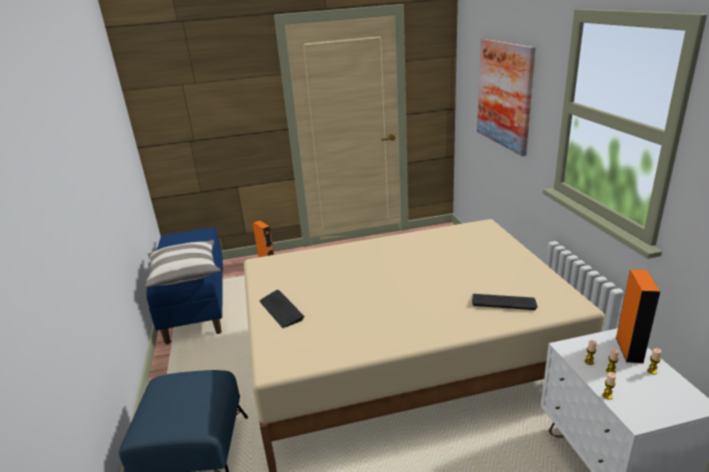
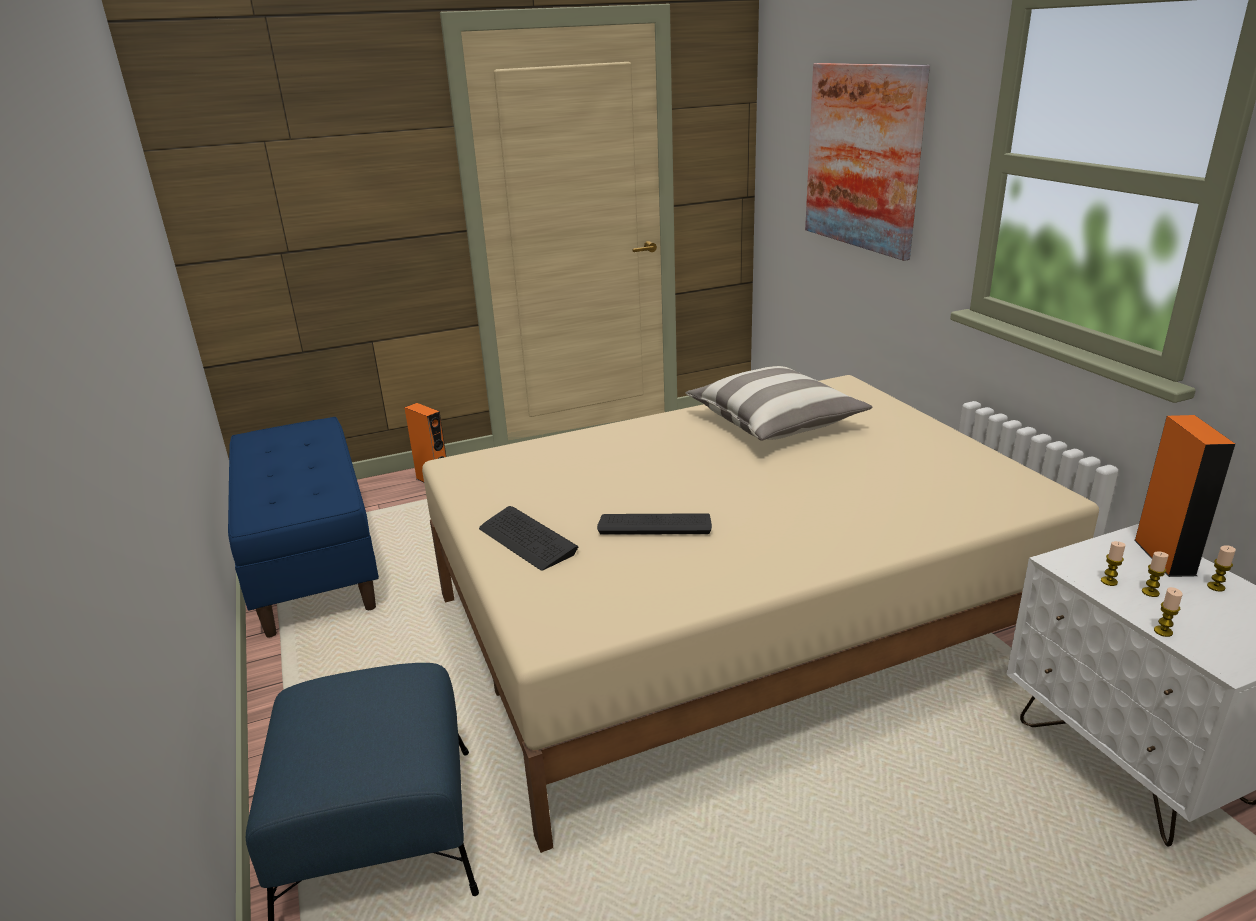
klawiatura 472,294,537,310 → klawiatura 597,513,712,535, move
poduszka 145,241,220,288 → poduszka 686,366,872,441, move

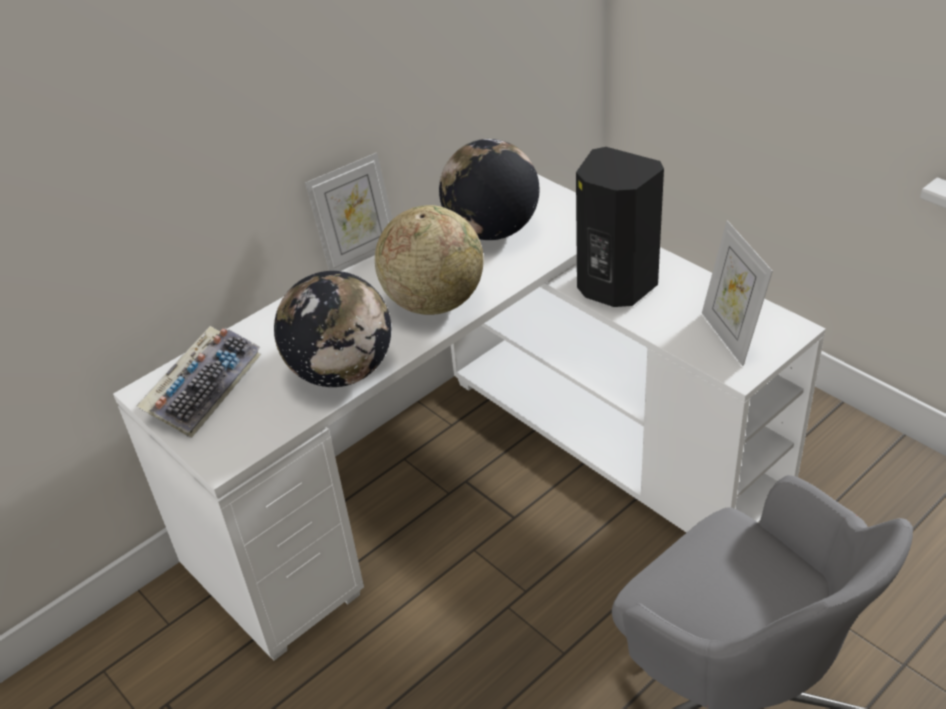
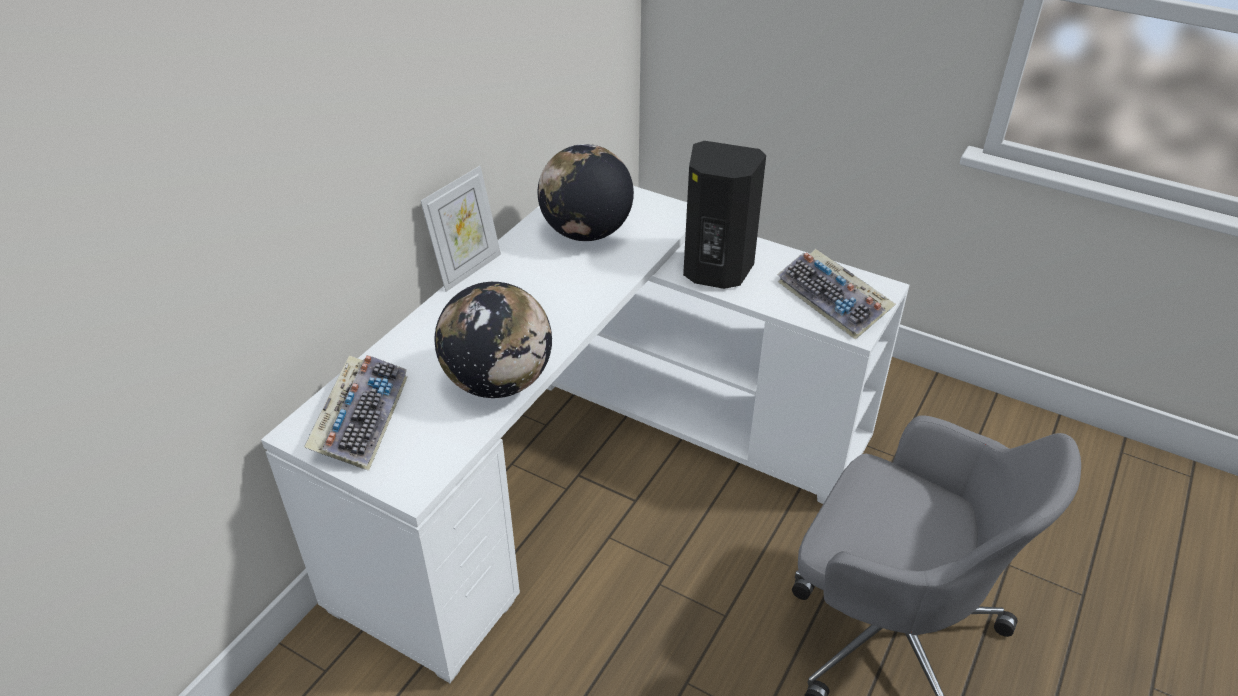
ramka na zdjęcie 702,220,773,366 → klawiatura 777,249,896,340
globus 375,205,484,315 → -

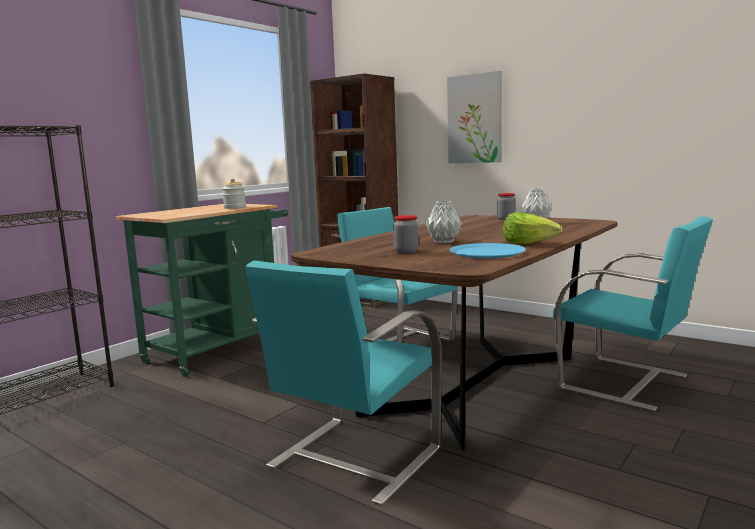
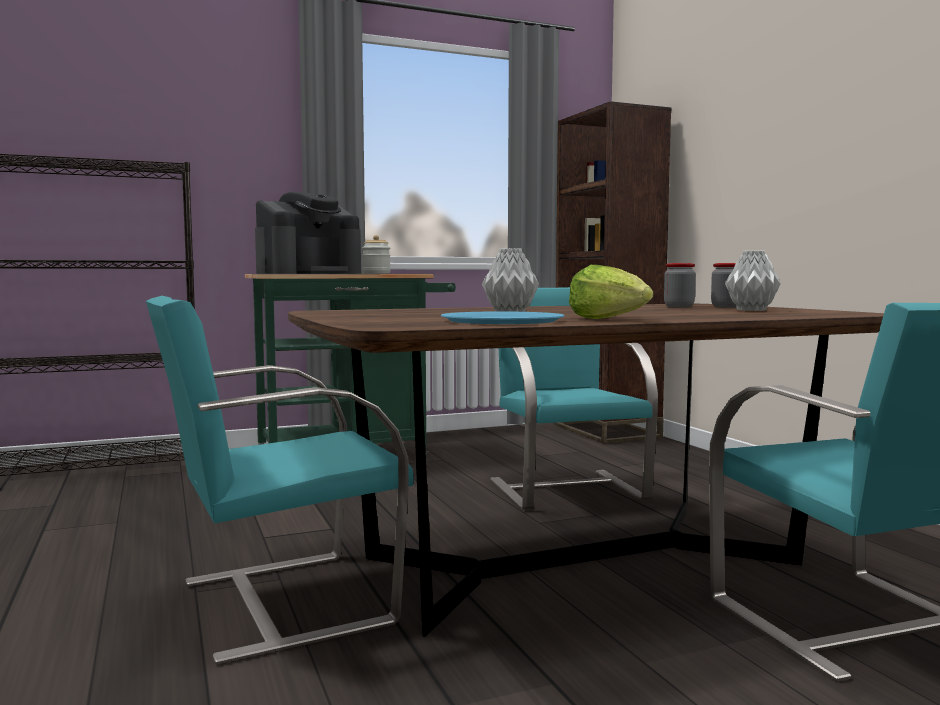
- → ekspres do kawy 255,192,361,274
słoik 393,215,419,254 → słoik 664,263,696,307, move
obraz 447,71,502,163 → -

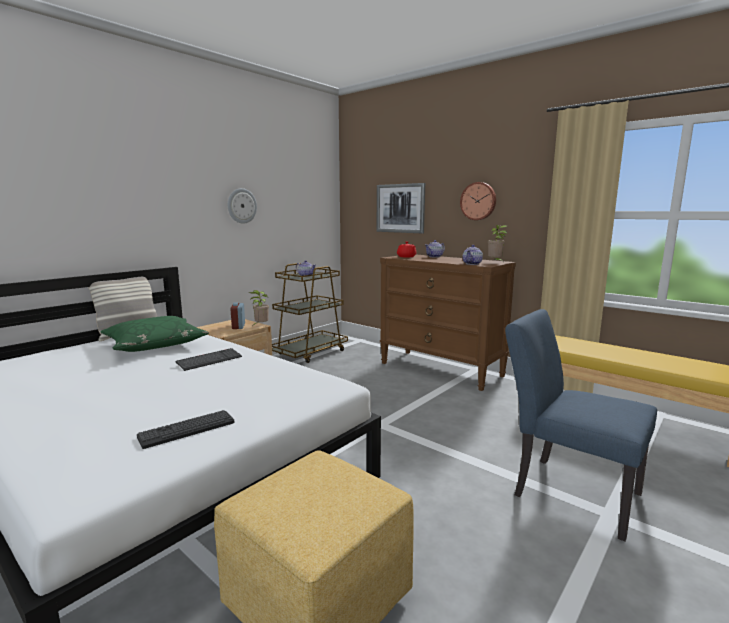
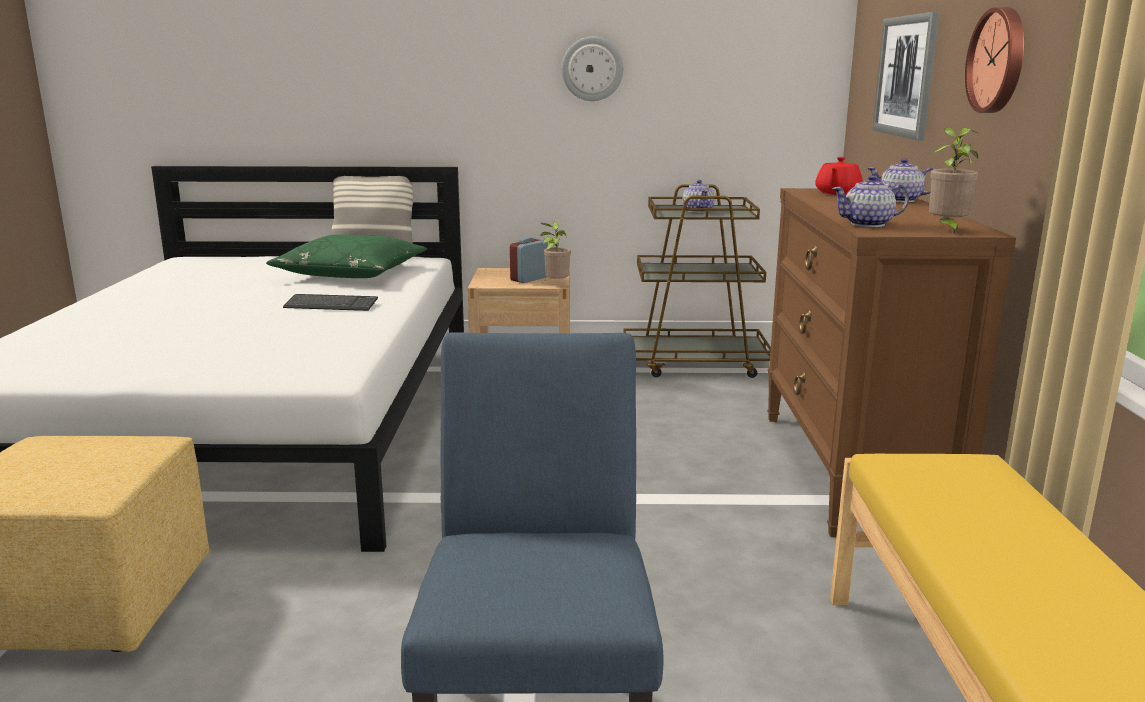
klawiatura 137,410,234,449 → -

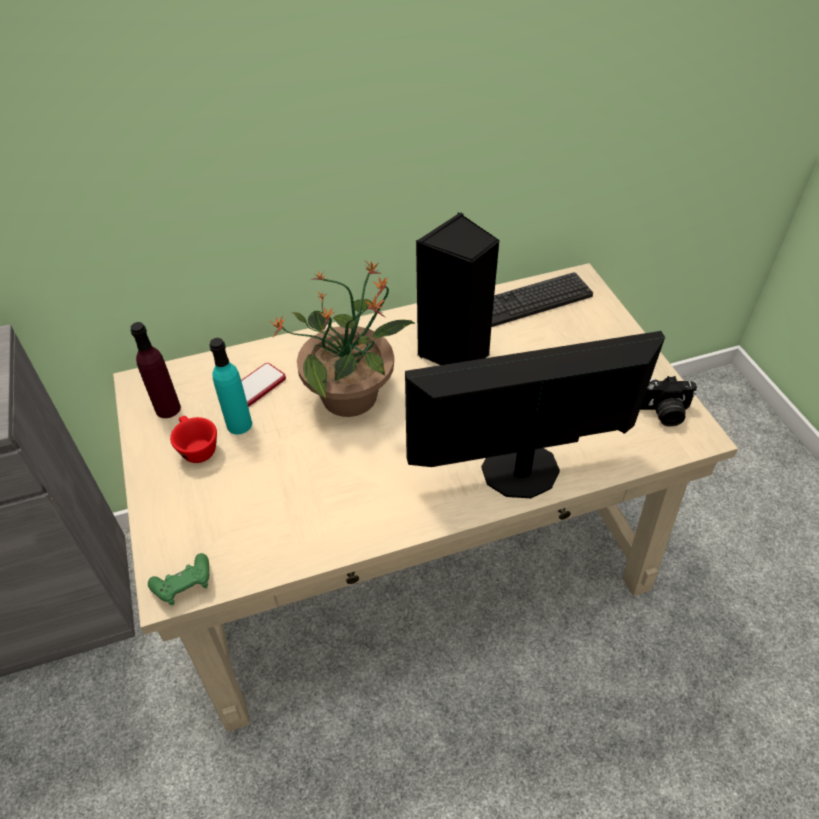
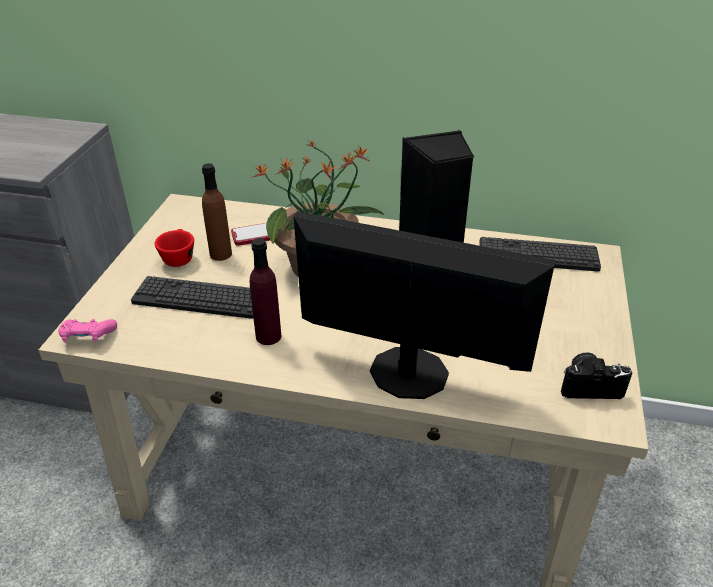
pad do gier (zielony) 148,553,209,605 → pad do gier (różowy) 58,319,117,342
- → klawiatura 131,276,253,319
butelka (turkusowy) 210,338,252,434 → butelka (brązowy) 202,163,232,261
butelka (fioletowy) 130,322,181,418 → butelka (fioletowy) 250,238,281,345, move
aparat fotograficzny 640,376,697,427 → aparat fotograficzny 561,353,632,399, 150 degrees clockwise

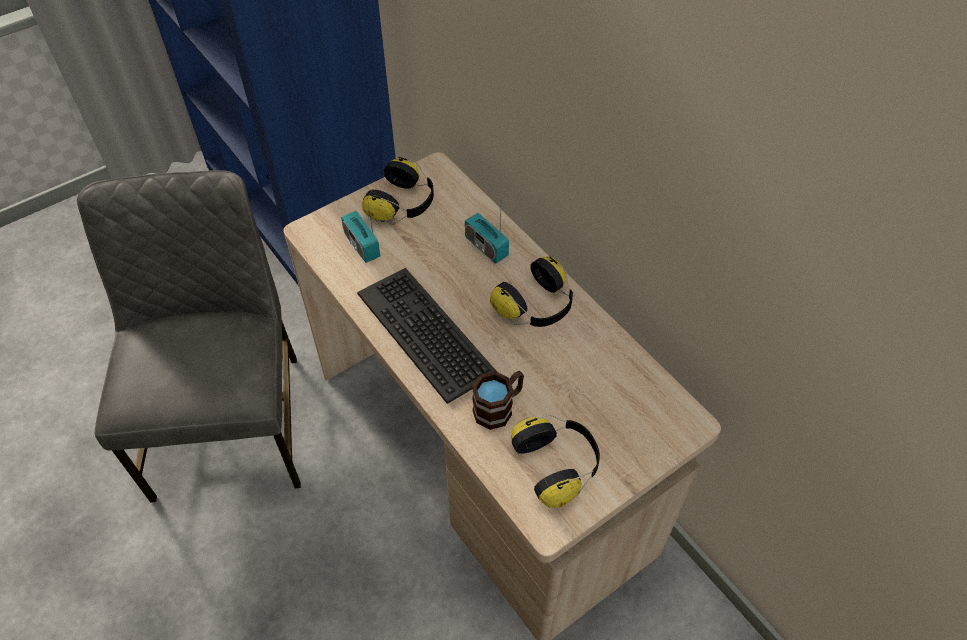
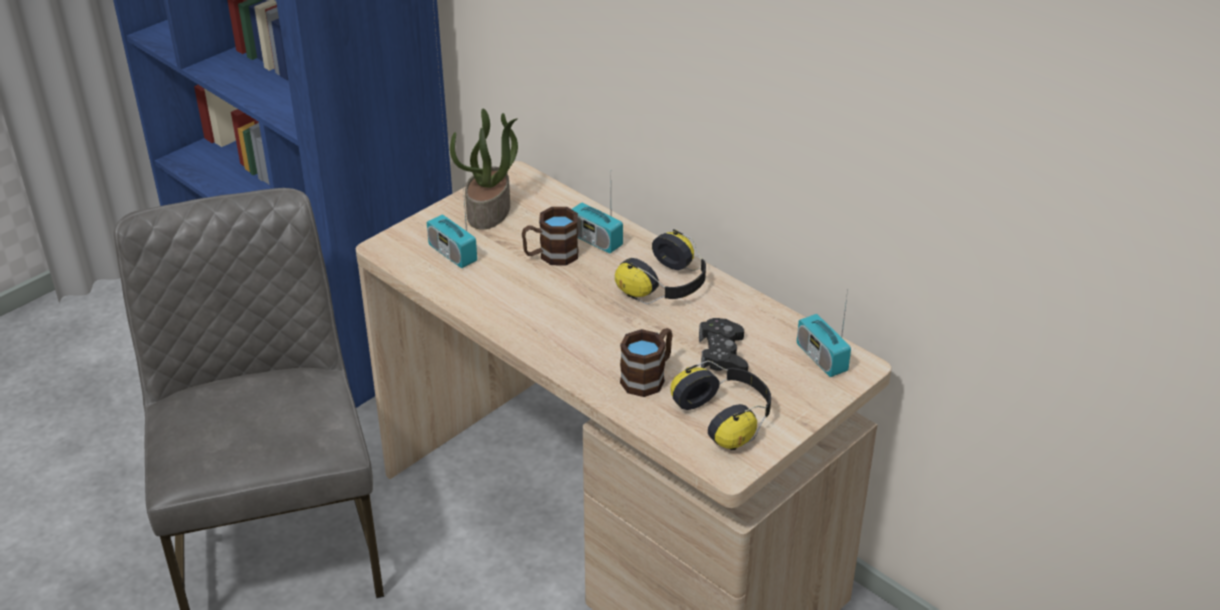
słuchawki 362,157,434,224 → roślina doniczkowa 450,109,518,230
- → kubek (brązowy) 522,207,579,266
- → pad do gier (czarny) 699,318,748,371
- → radio 797,290,851,377
klawiatura 357,268,497,404 → -

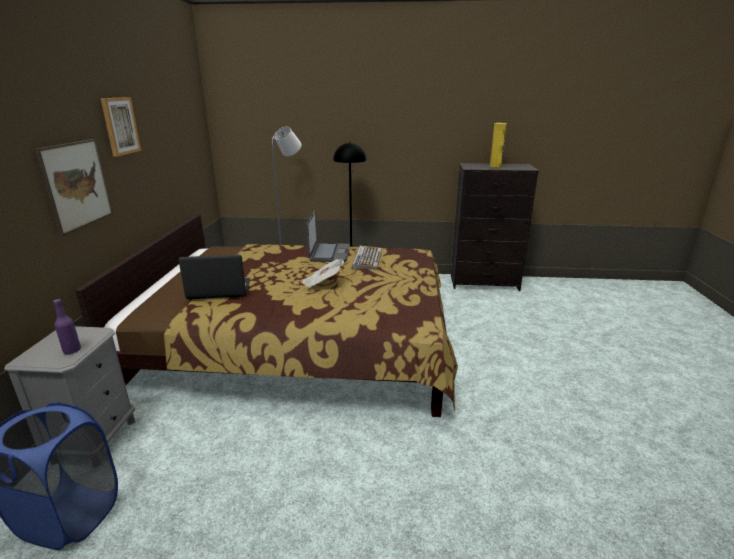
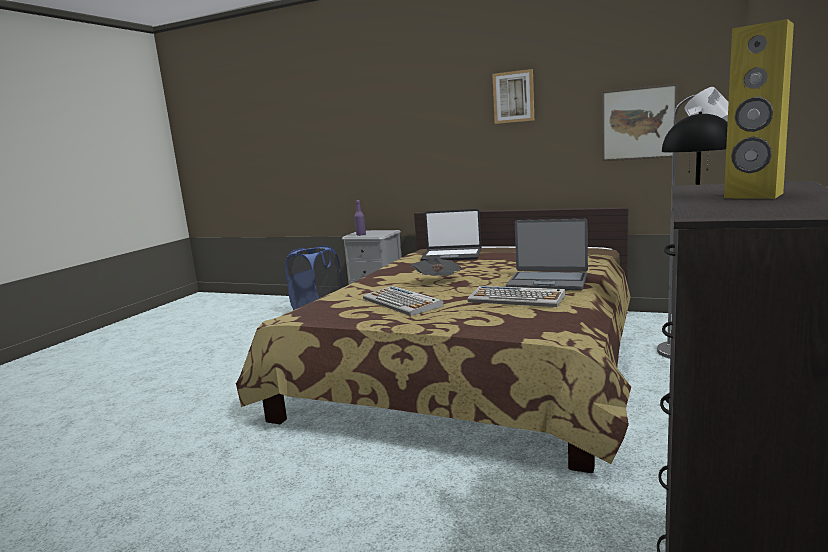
- → klawiatura 363,286,443,316
laptop 179,255,251,299 → laptop 420,209,481,261, 90 degrees clockwise
obraz 35,139,113,236 → obraz 602,84,677,161, move

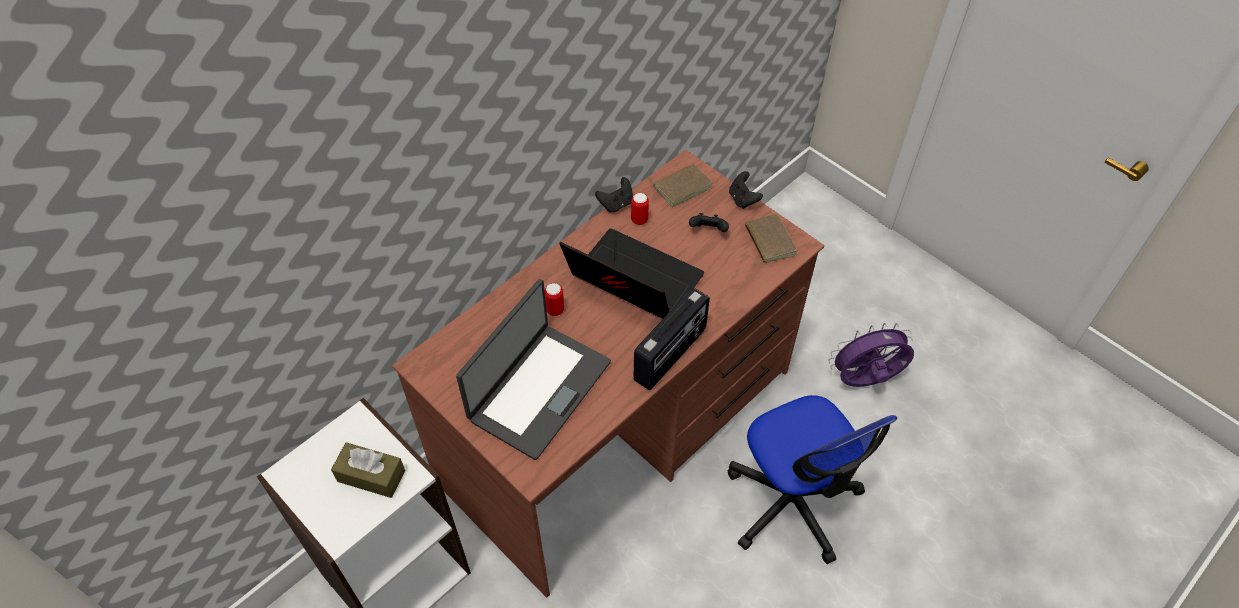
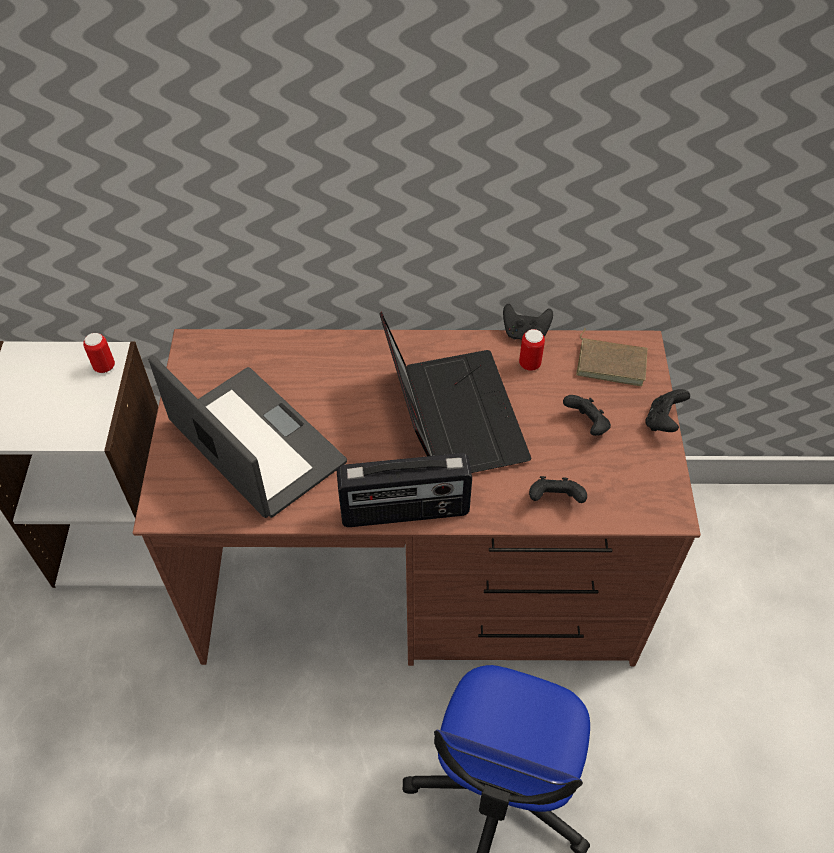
puszka 545,283,564,316 → puszka 83,333,115,373, move
laptop 456,279,611,460 → laptop 148,355,347,518, 120 degrees counterclockwise
- → pad do gier (czarny) 529,476,587,503
pudełko chusteczek (brązowy) 331,442,405,498 → -
książka (brązowy) 745,214,797,263 → -
wentylator (fioletowy) 828,323,914,387 → -

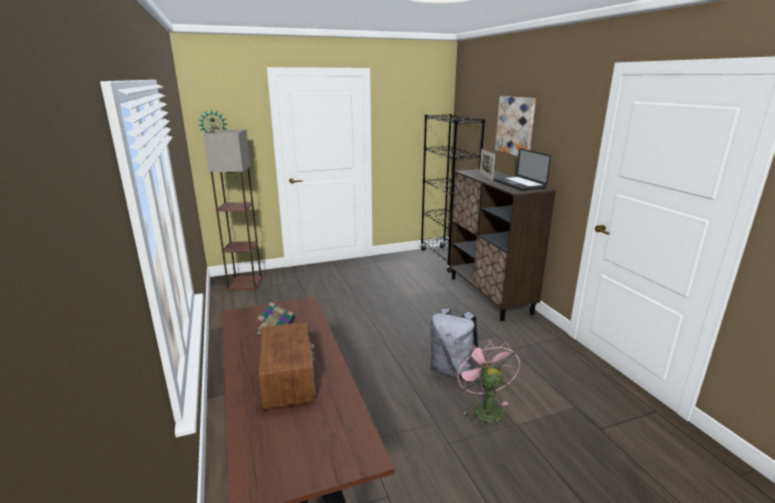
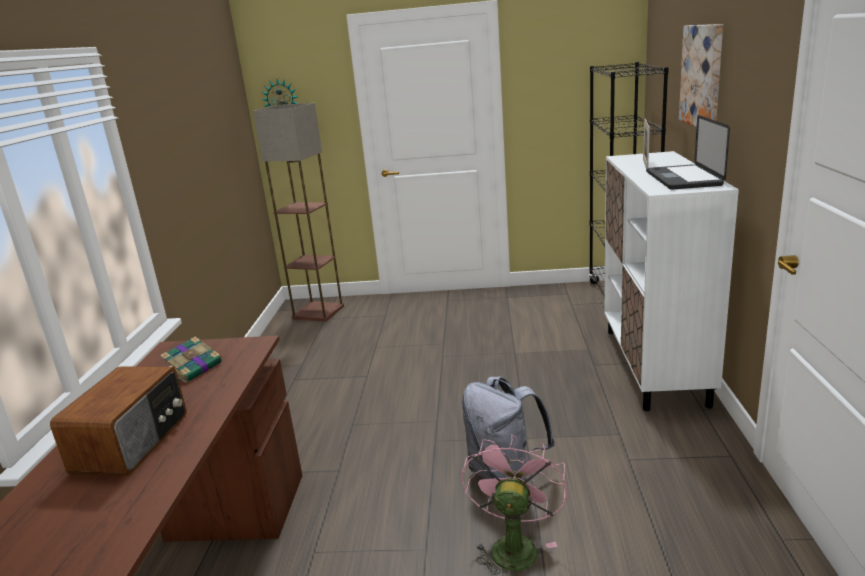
szafka (brązowy) 449,169,556,321 → szafka (biały) 604,151,739,411

